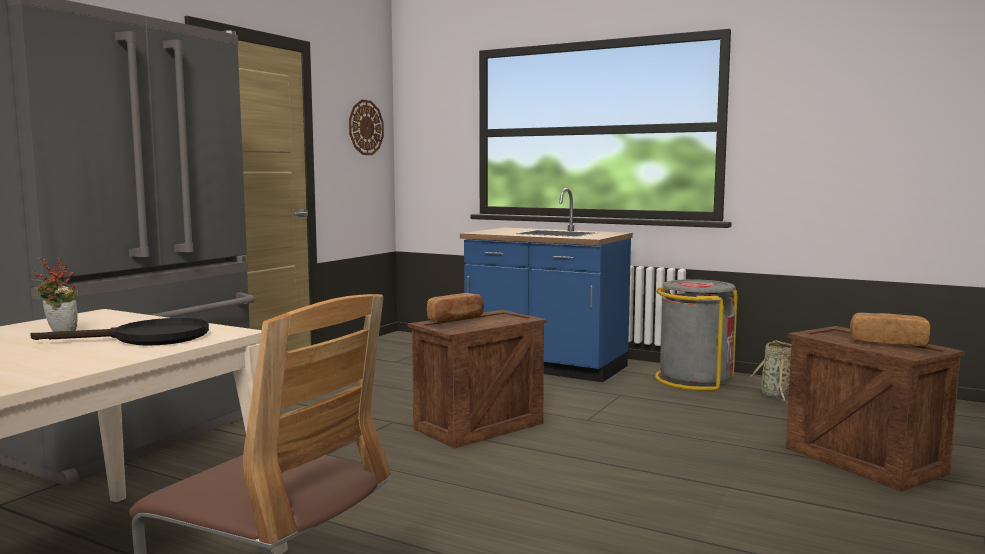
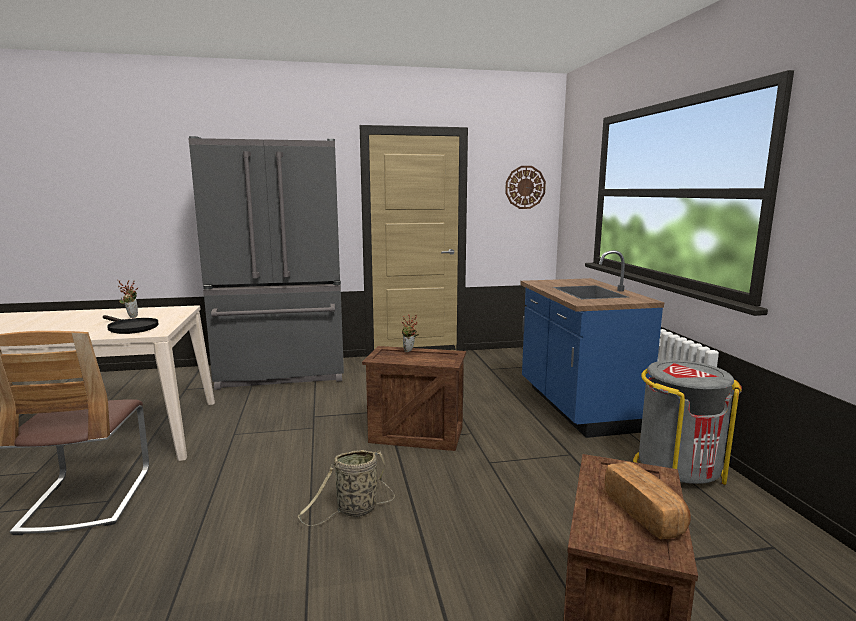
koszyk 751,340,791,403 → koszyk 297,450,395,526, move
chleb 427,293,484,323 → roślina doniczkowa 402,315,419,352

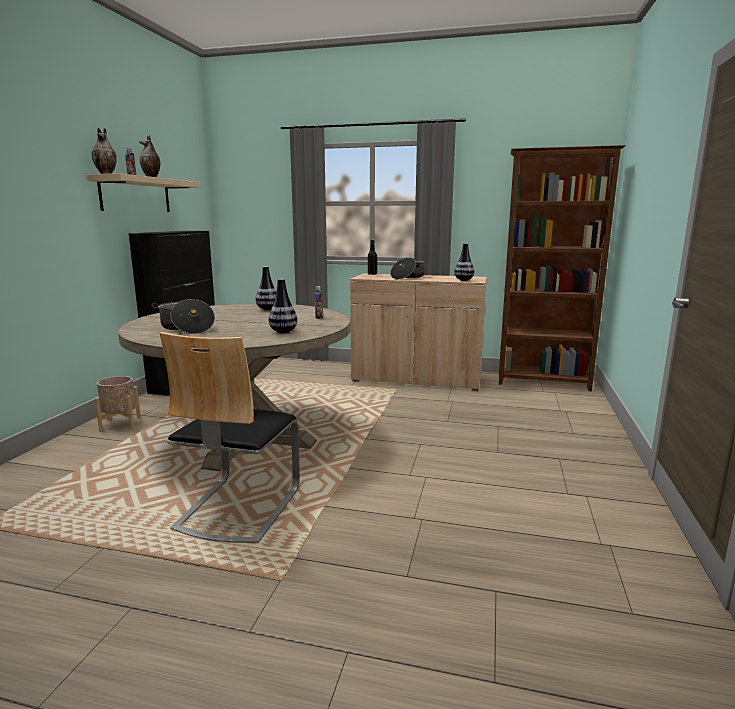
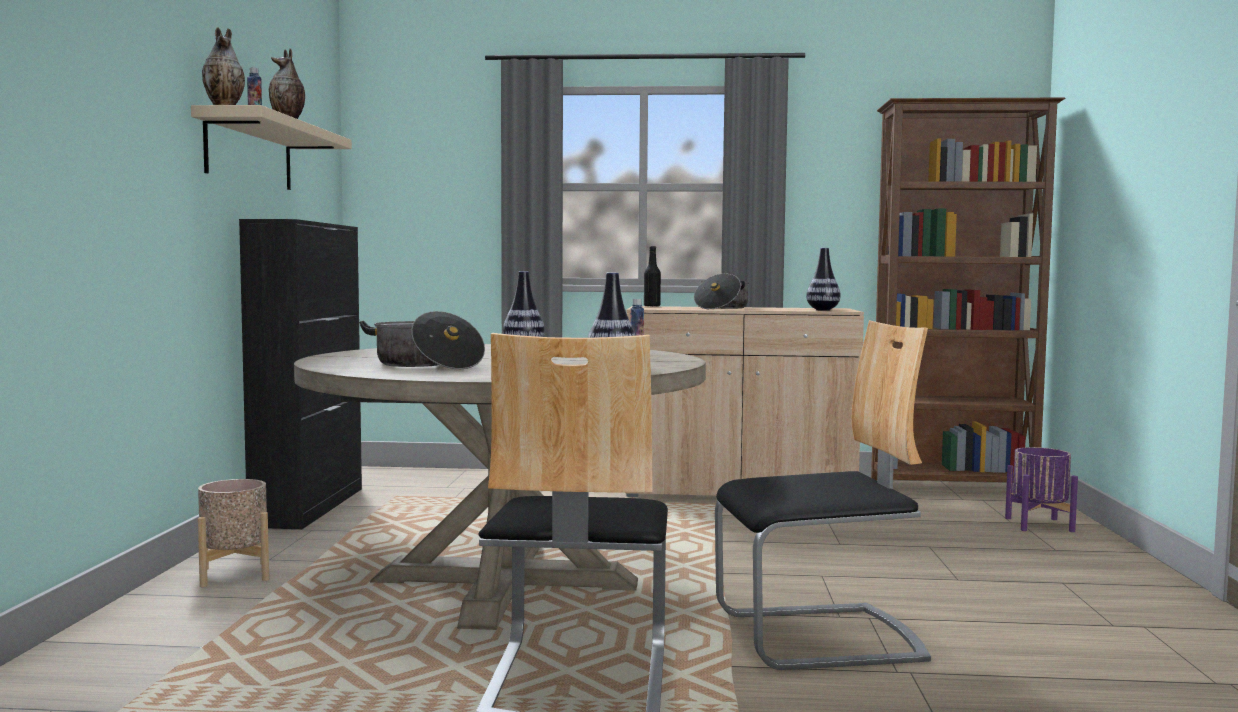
- → krzesło 715,320,931,670
- → donica (fioletowy) 1005,447,1078,532

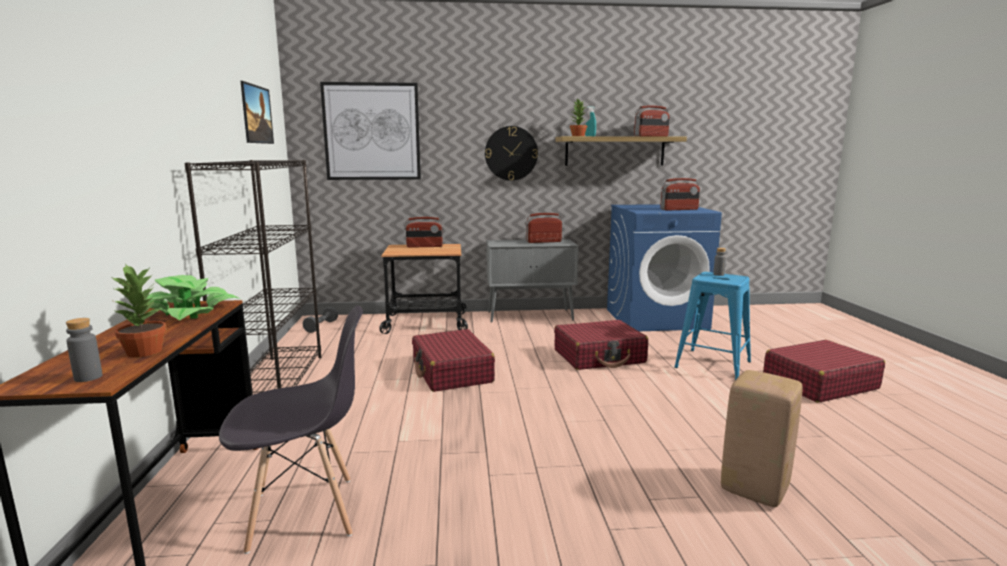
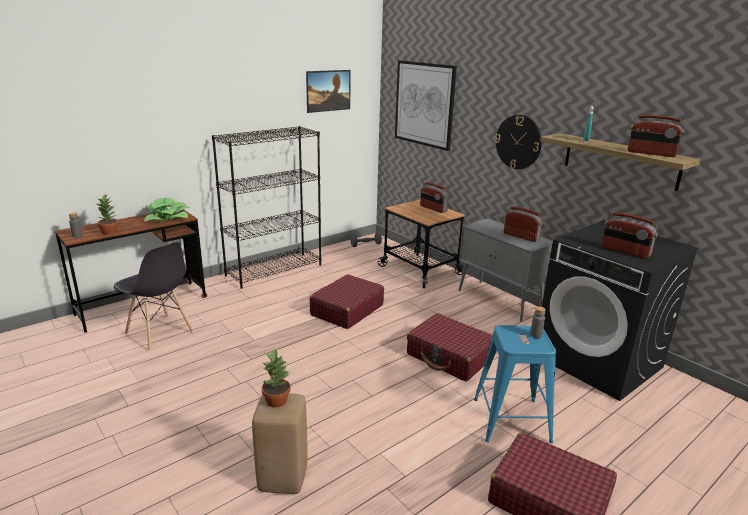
roślina doniczkowa 570,98,587,136 → roślina doniczkowa 262,348,291,408, move
pralka (niebieski) 607,204,722,331 → pralka (czarny) 542,220,699,401

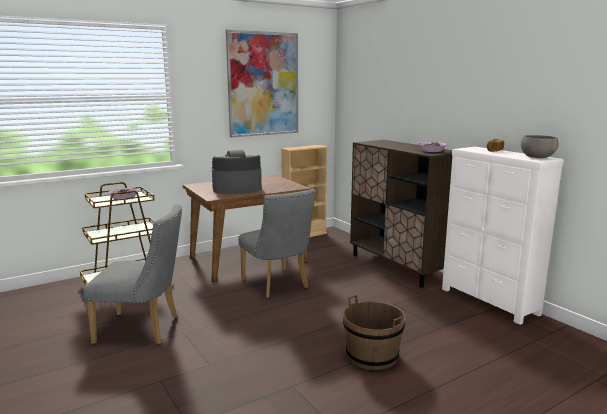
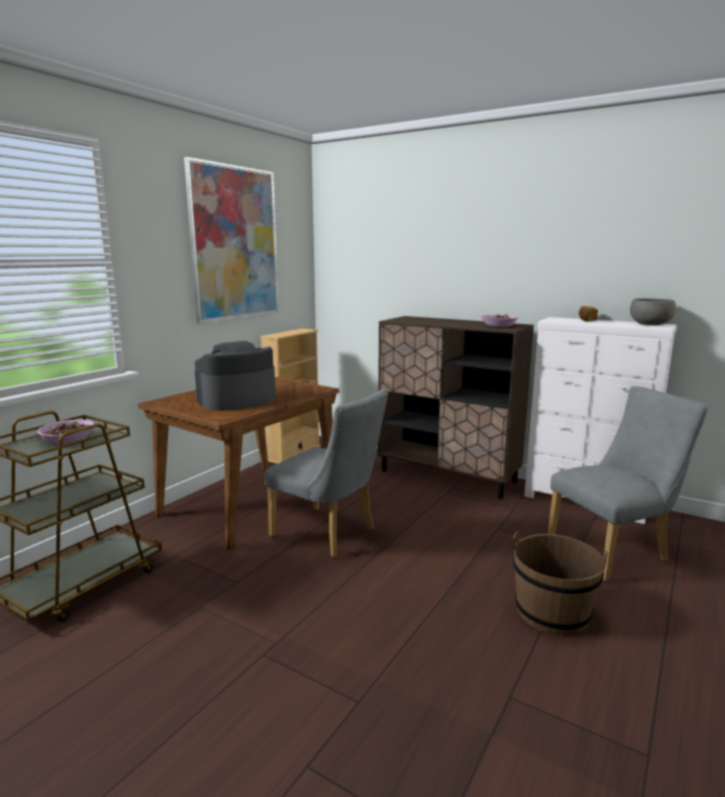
krzesło (szary) 83,204,182,344 → krzesło (szary) 548,386,708,581, move

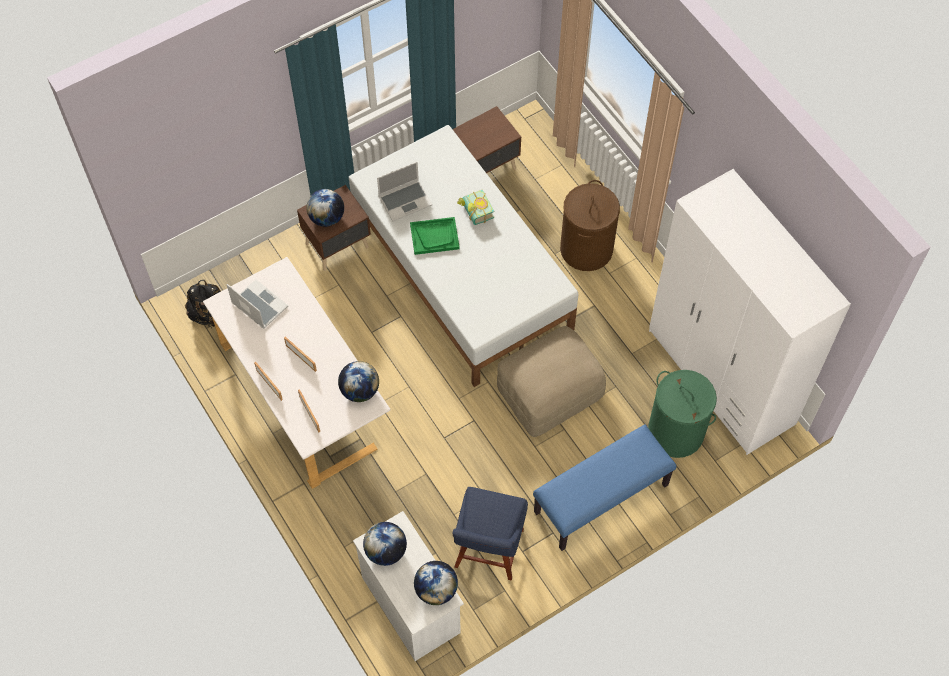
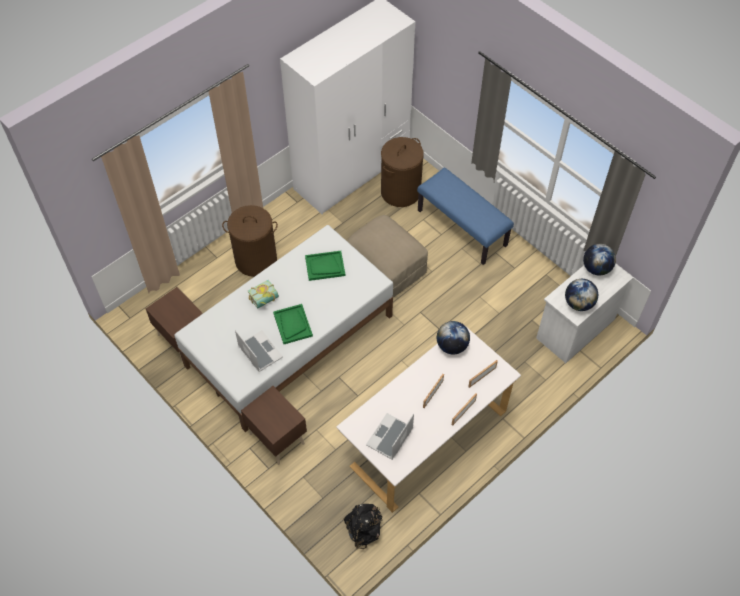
- → taca (zielony) 305,251,345,281
kosz na pranie (zielony) 648,370,717,458 → kosz na pranie (brązowy) 381,137,424,207
globus 306,189,344,227 → -
krzesło (niebieski) 453,487,528,581 → -

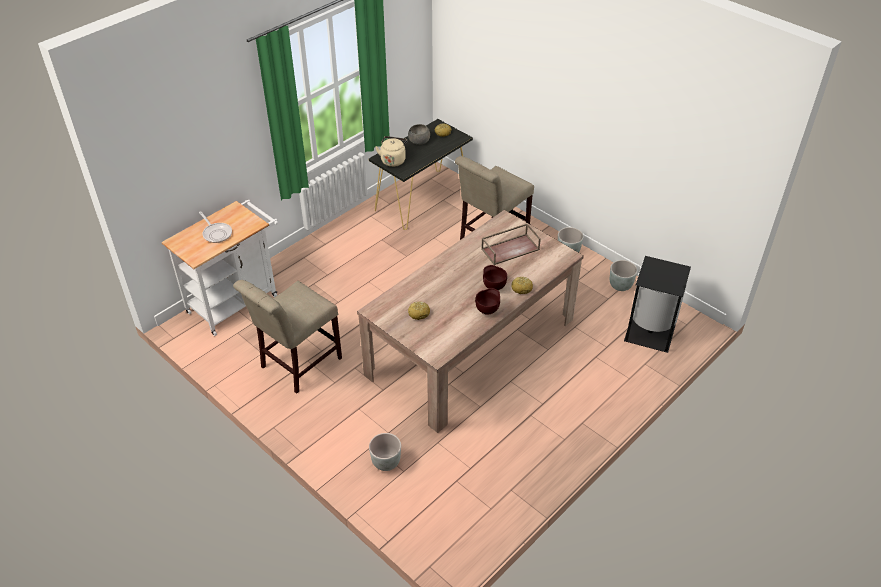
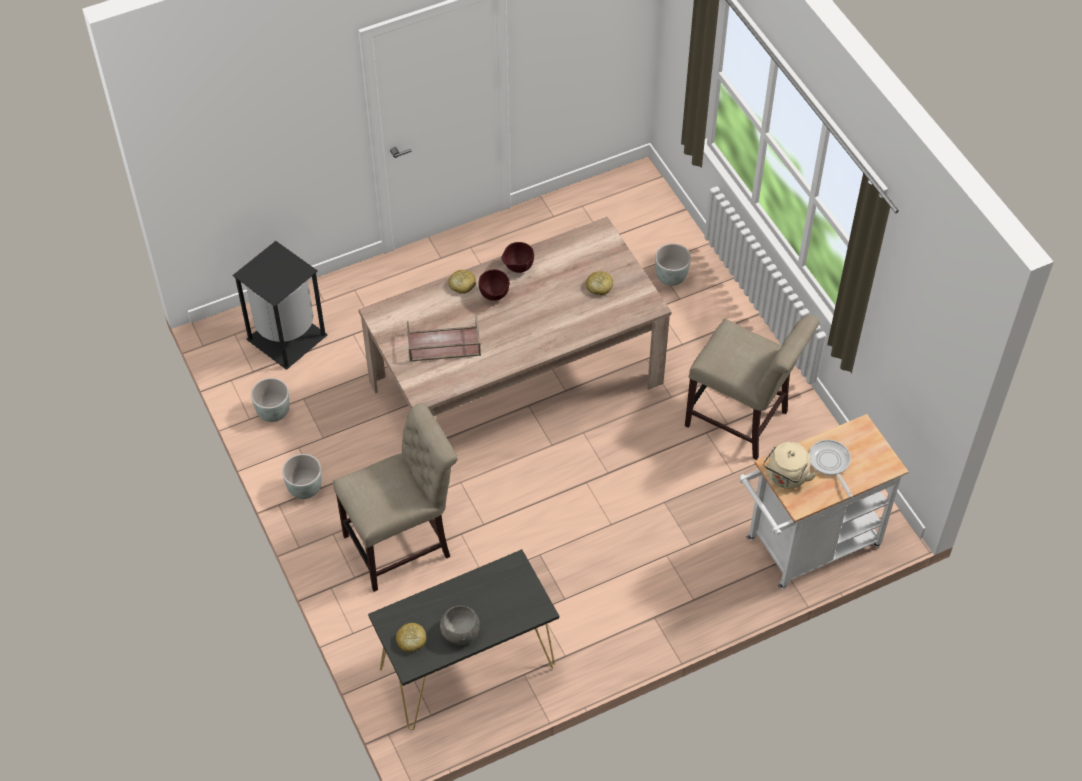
krzesło (beżowy) 233,280,342,394 → krzesło (beżowy) 685,315,820,460, 60 degrees clockwise
czajnik (beżowy) 375,136,407,167 → czajnik (beżowy) 763,442,817,489, move

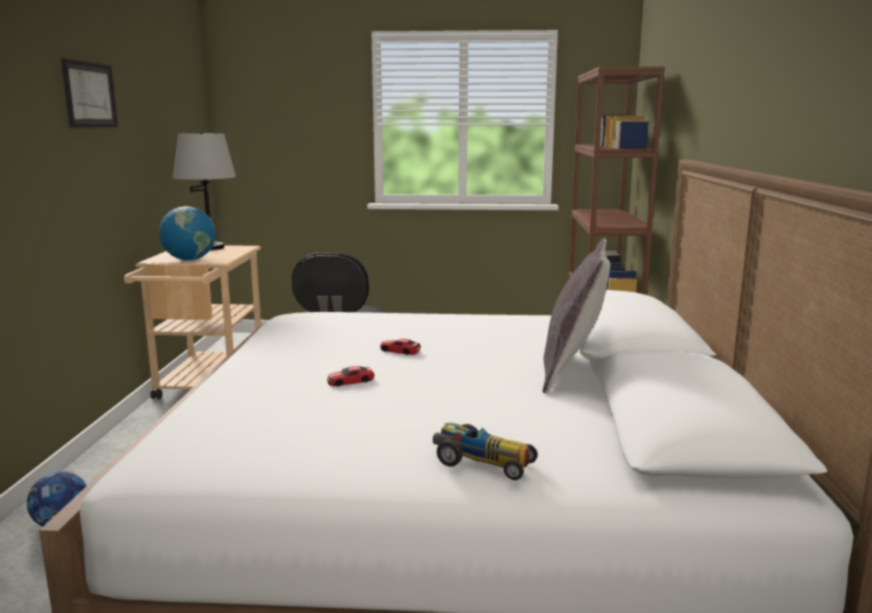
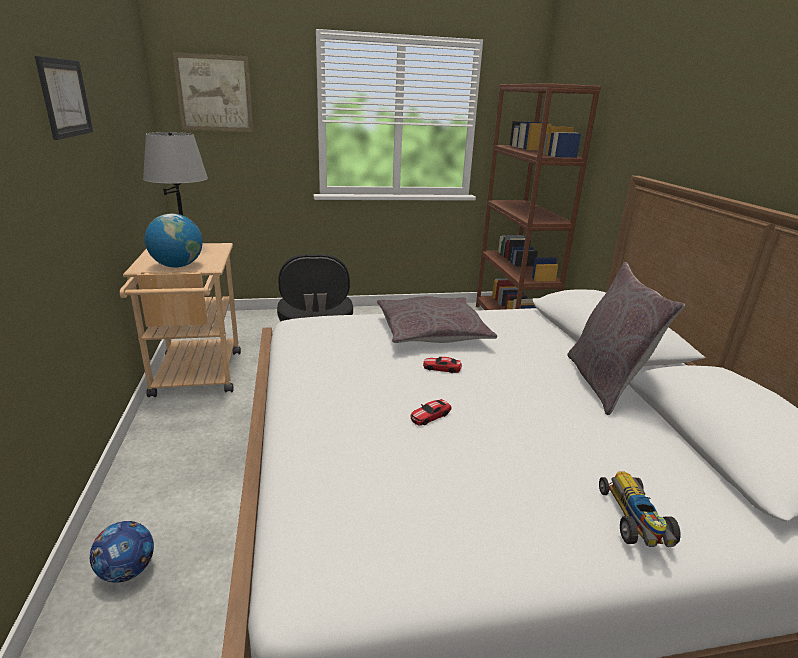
- → obraz 172,52,254,132
- → poduszka (szary) 377,296,497,343
samochodzik 433,422,538,480 → samochodzik 599,471,681,547, 105 degrees counterclockwise

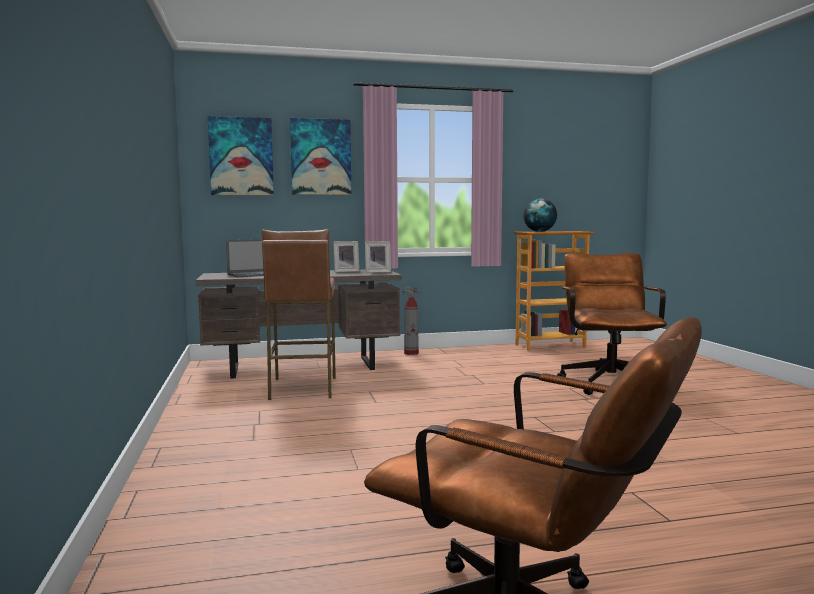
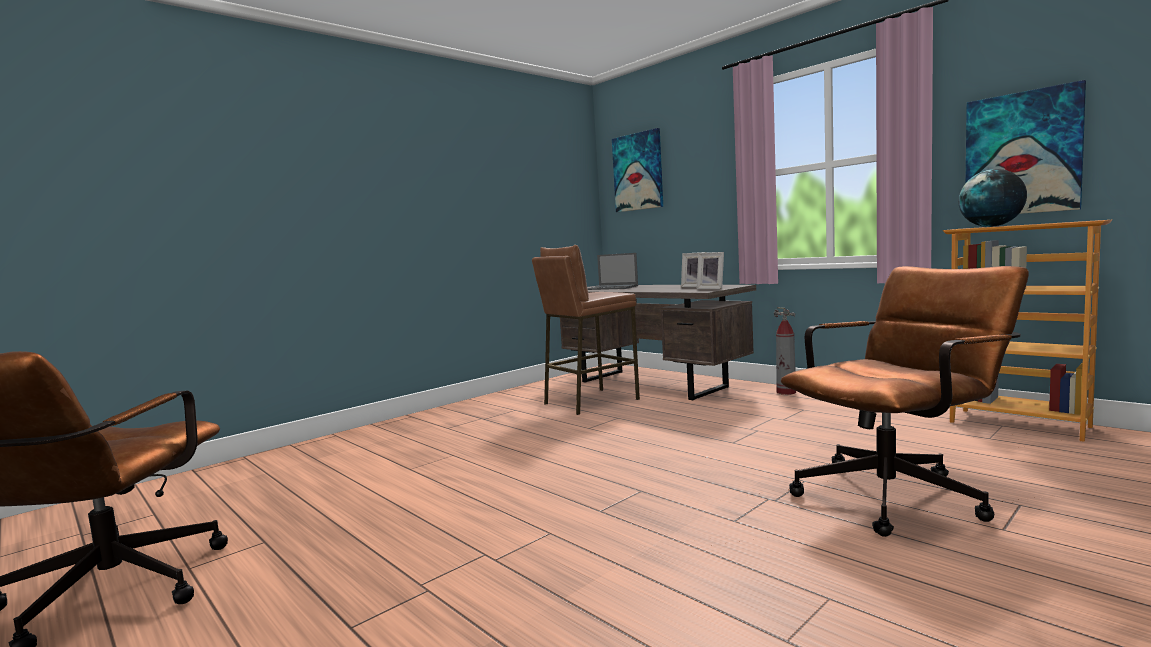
obraz 290,118,352,195 → obraz 966,80,1086,214, move

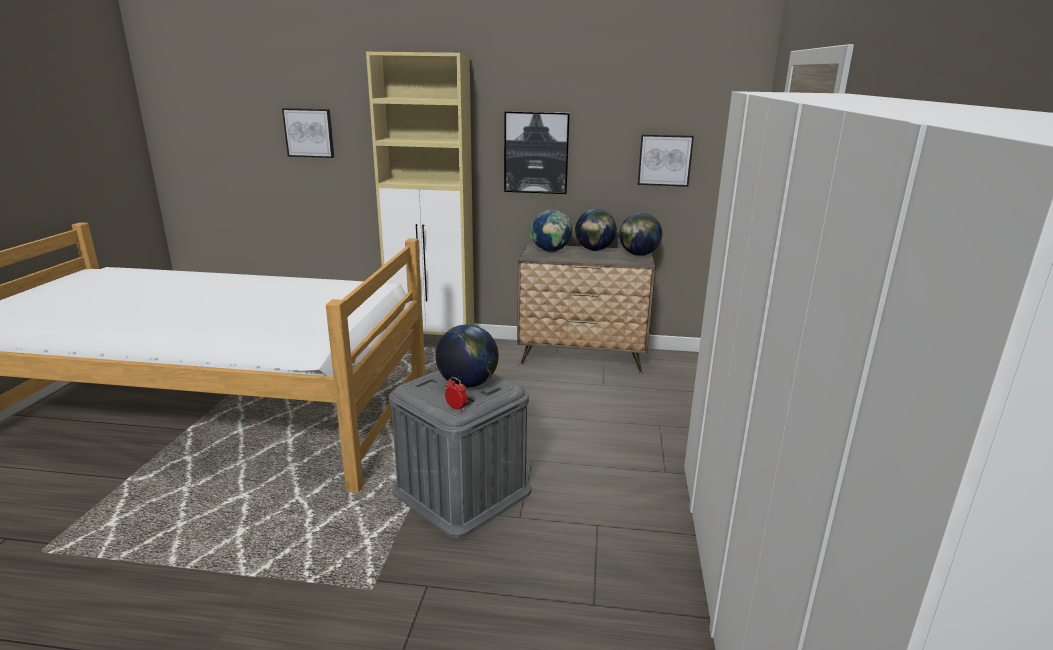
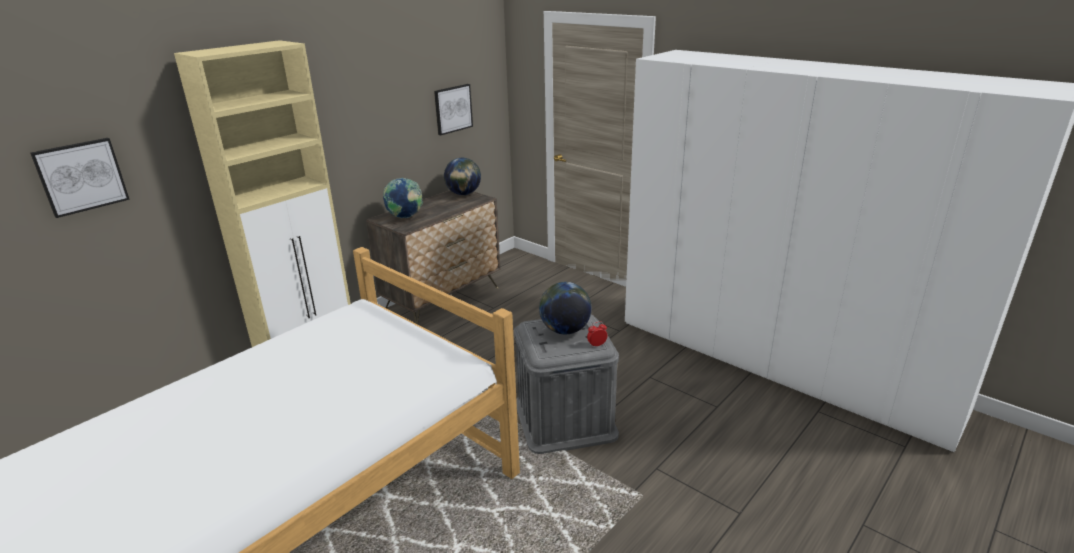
obraz 504,111,570,194 → -
globus 575,209,617,251 → -

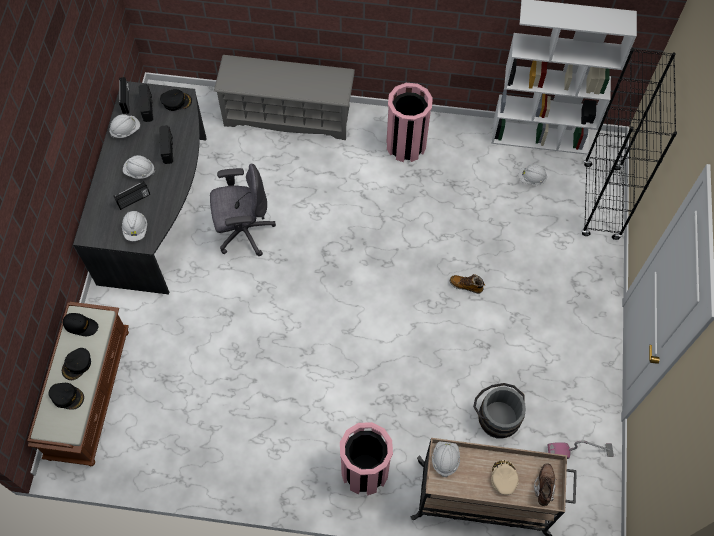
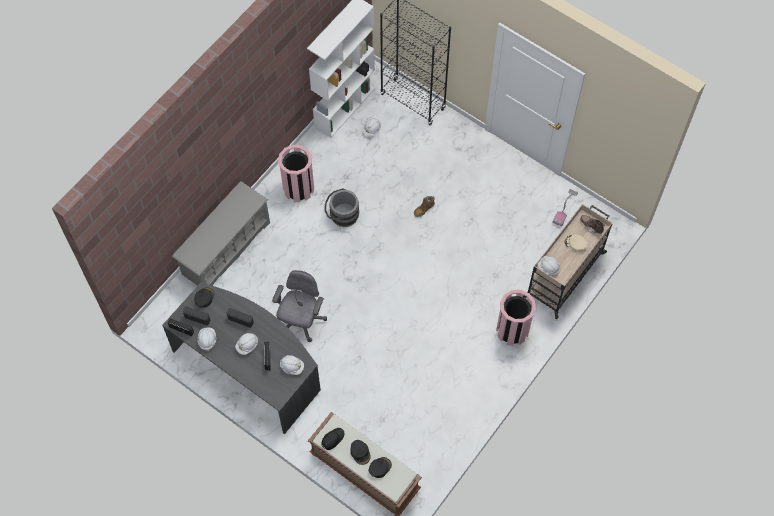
wiadro (szary) 473,383,526,438 → wiadro (szary) 324,188,359,227, move

